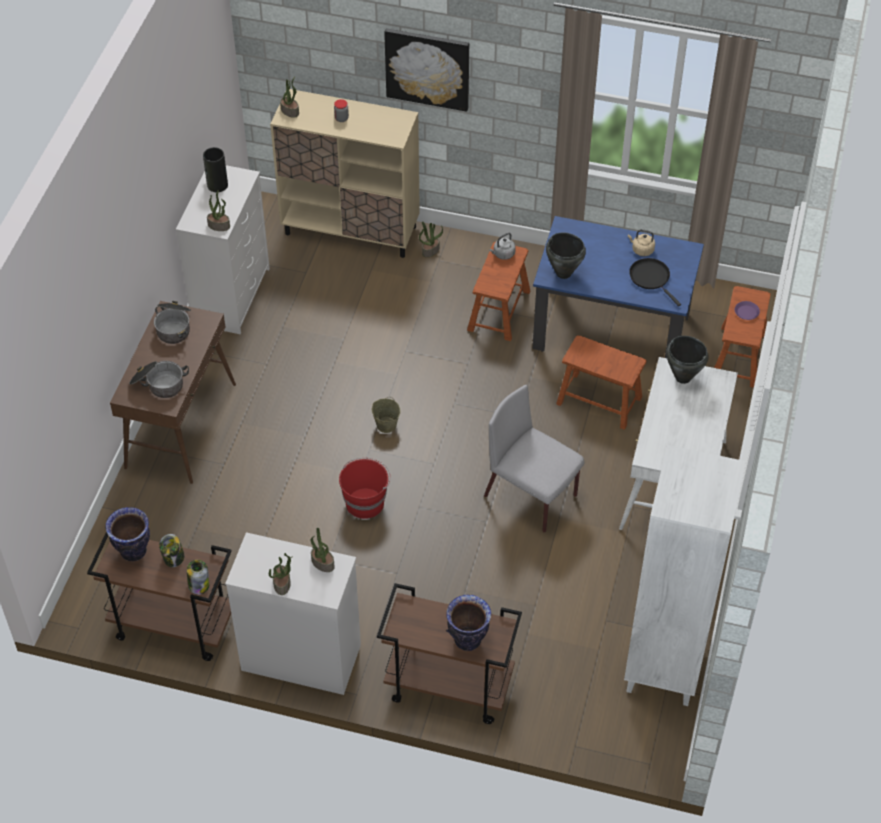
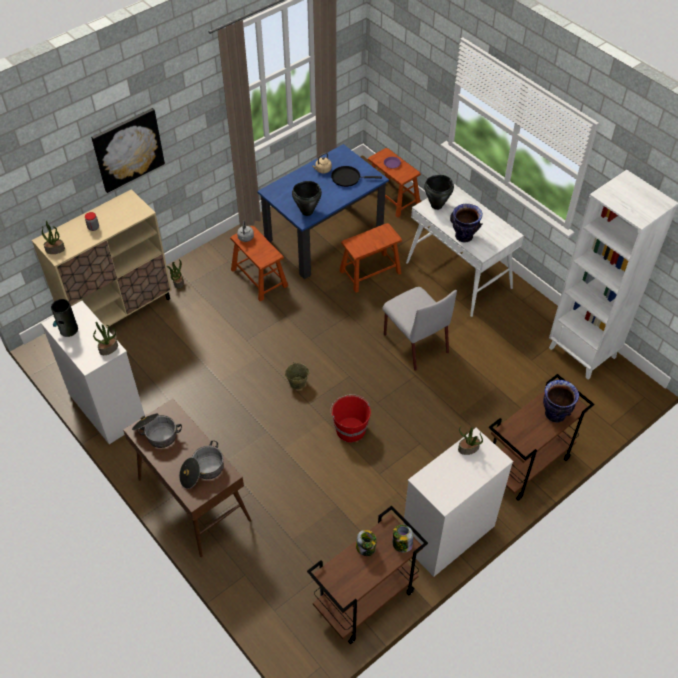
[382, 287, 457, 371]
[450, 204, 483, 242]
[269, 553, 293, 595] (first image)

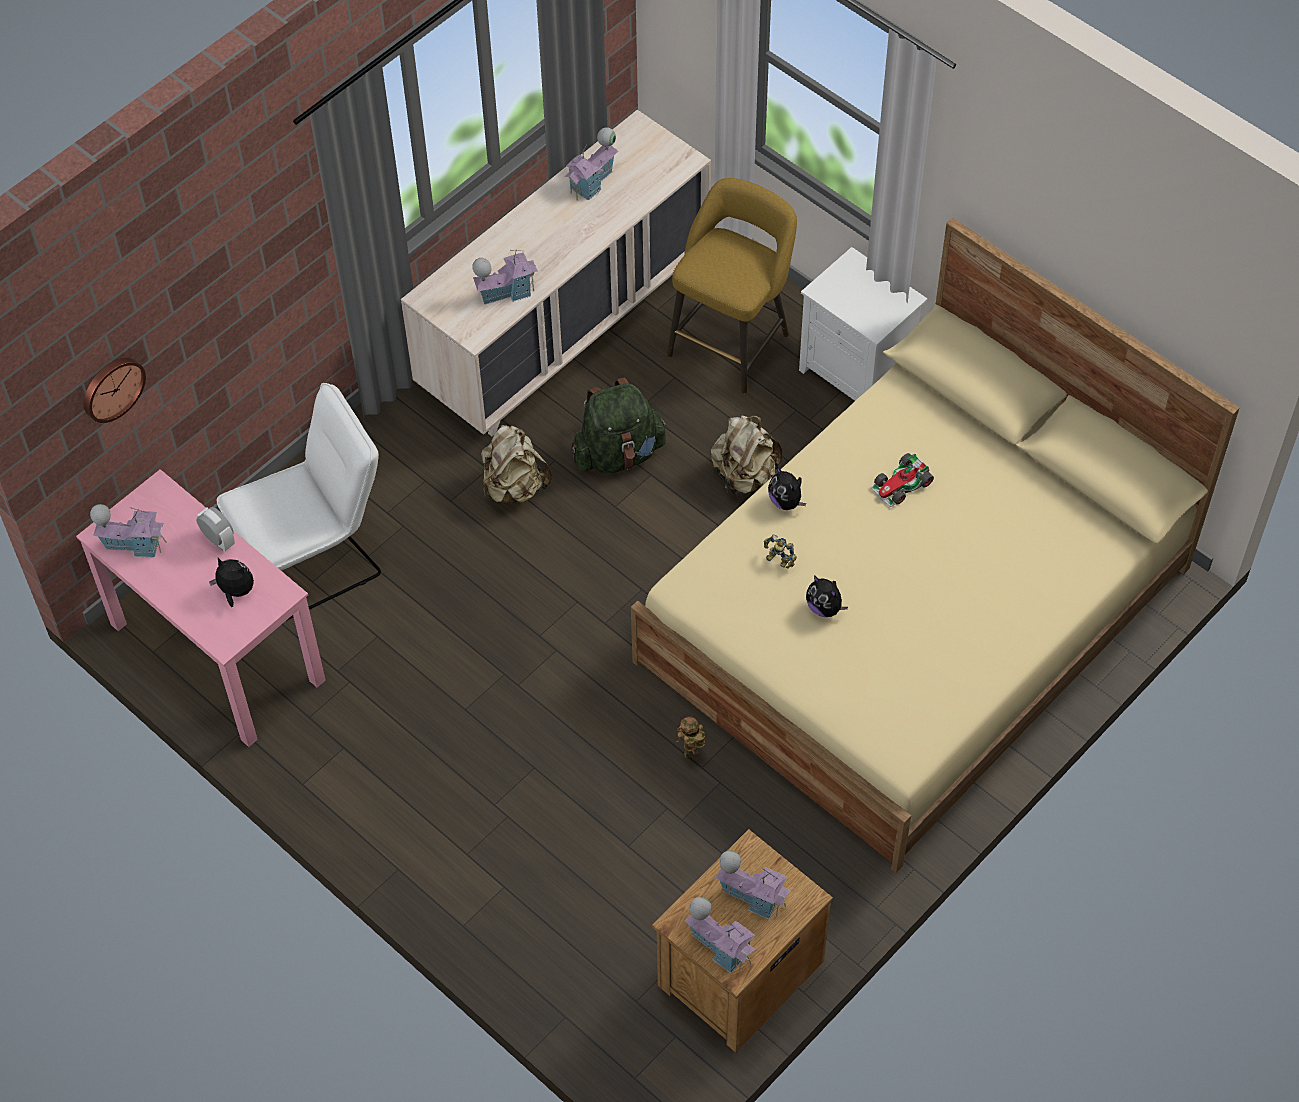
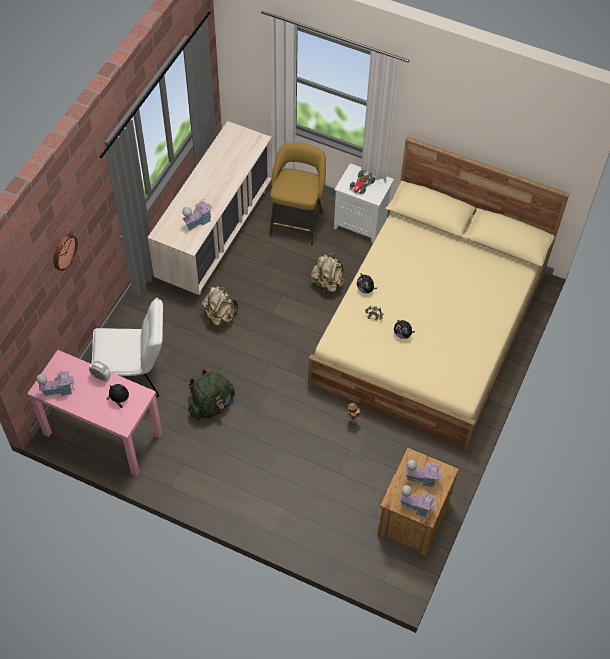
[565, 127, 618, 201] (first image)
[53, 234, 78, 271]
[188, 367, 235, 420]
[91, 297, 163, 397]
[349, 170, 375, 196]

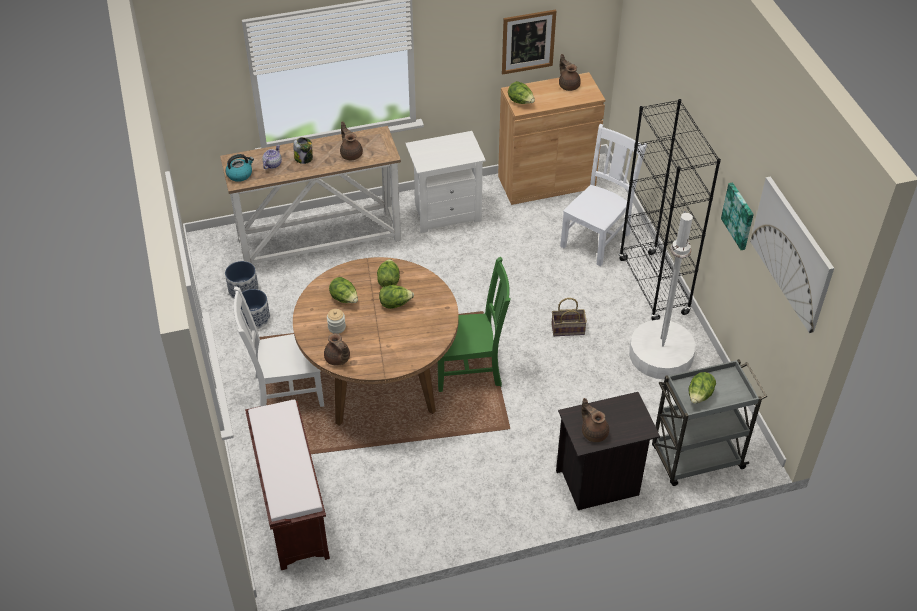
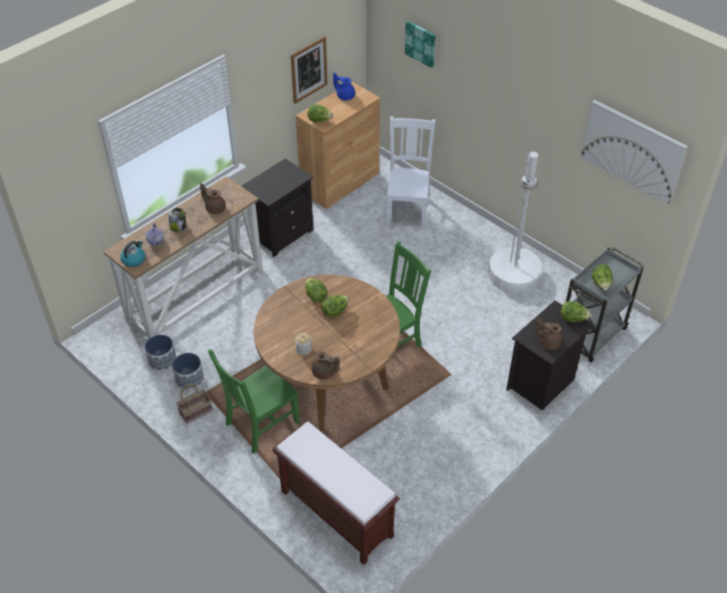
[333, 72, 355, 100]
[619, 99, 721, 320] (first image)
[241, 158, 314, 257]
[405, 21, 436, 68]
[561, 301, 592, 322]
[208, 349, 300, 454]
[176, 384, 212, 424]

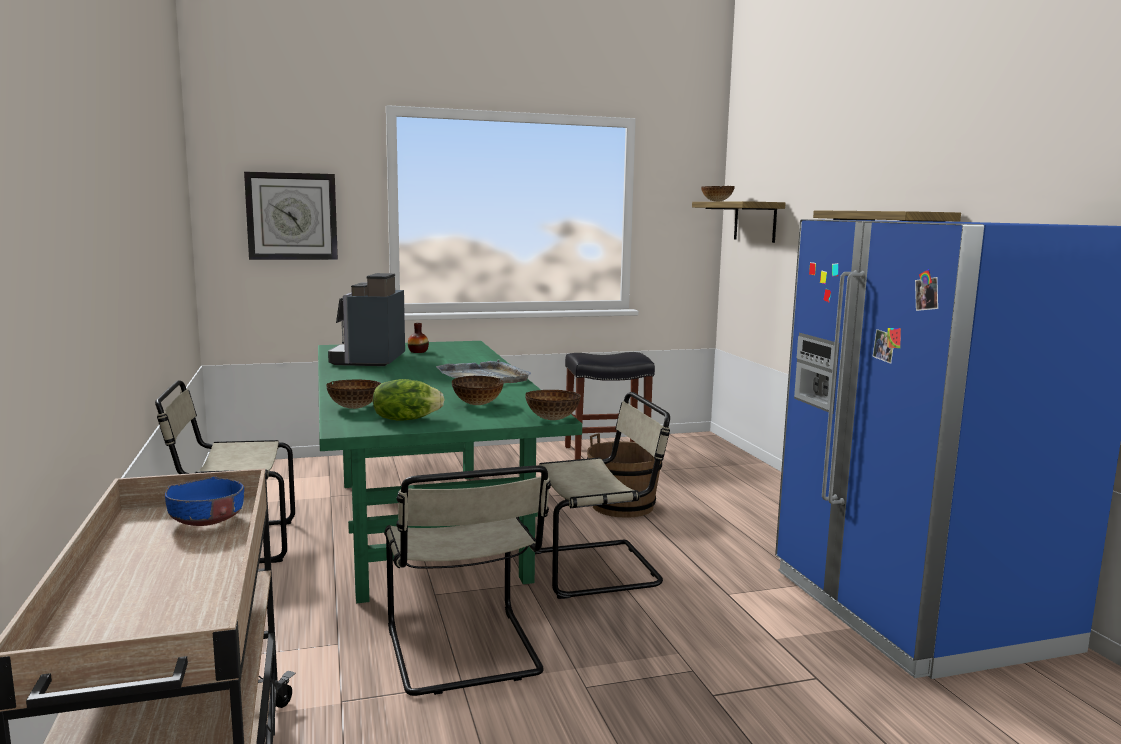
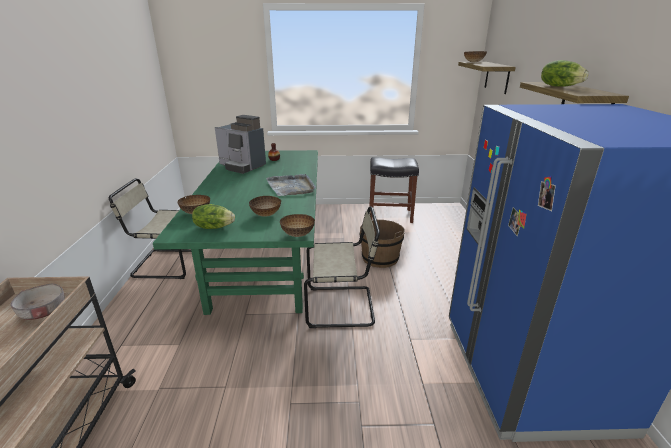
[244, 171, 338, 260] (first image)
[215, 115, 266, 174]
[384, 465, 551, 696] (first image)
[10, 283, 65, 320]
[541, 60, 589, 87]

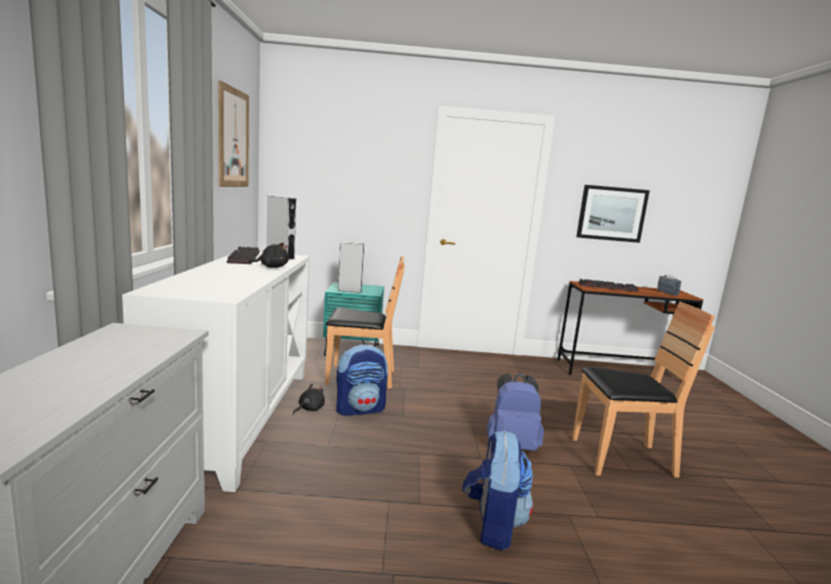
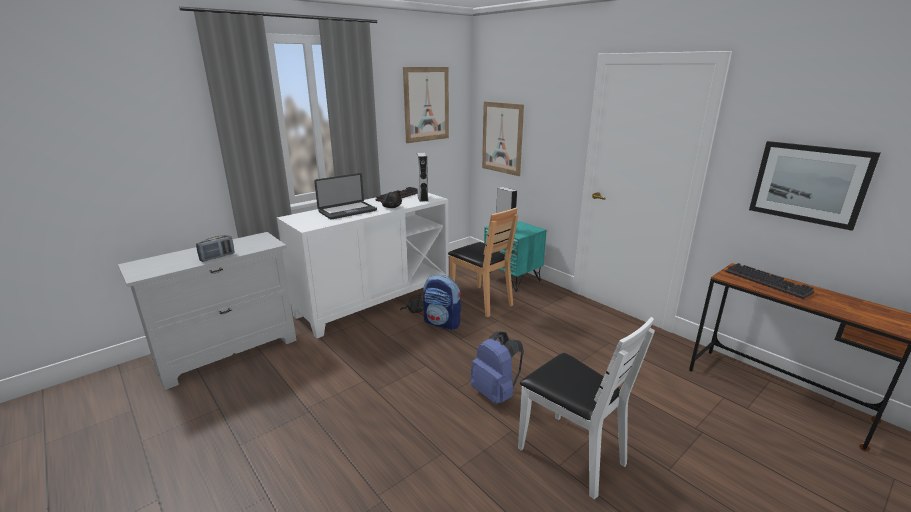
[196, 235, 235, 262]
[518, 317, 655, 499]
[462, 430, 533, 551] (first image)
[482, 102, 524, 176]
[314, 173, 377, 220]

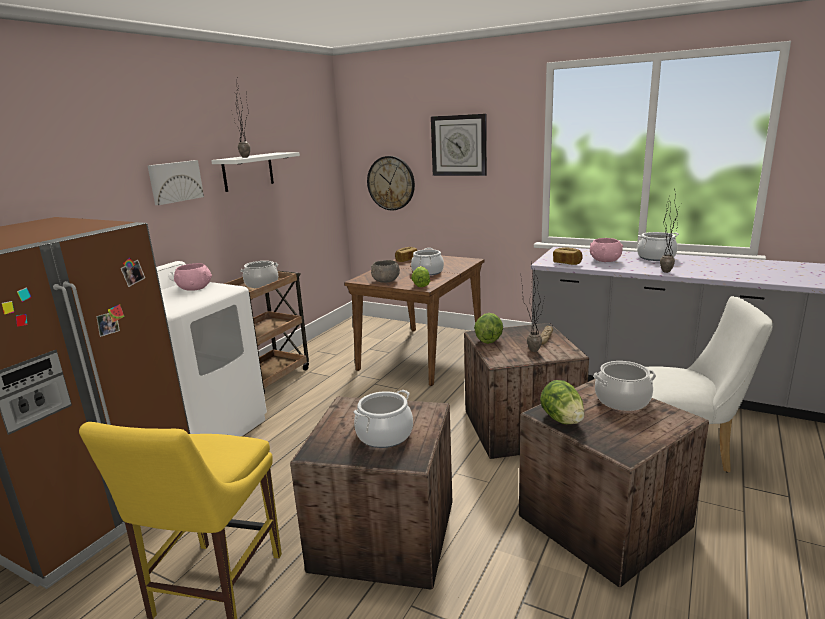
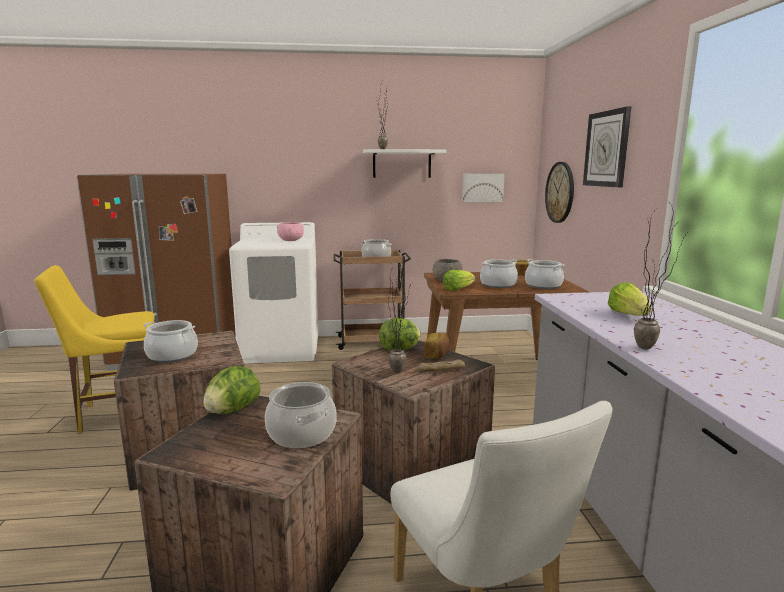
[462, 174, 505, 202]
[525, 259, 565, 289]
[608, 282, 651, 316]
[424, 332, 449, 359]

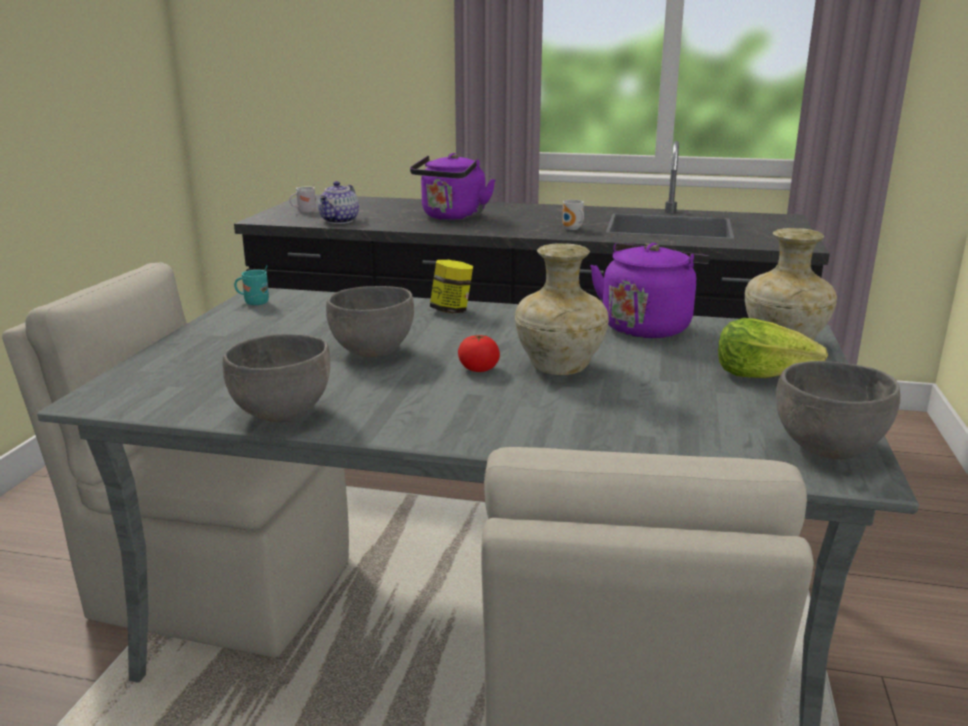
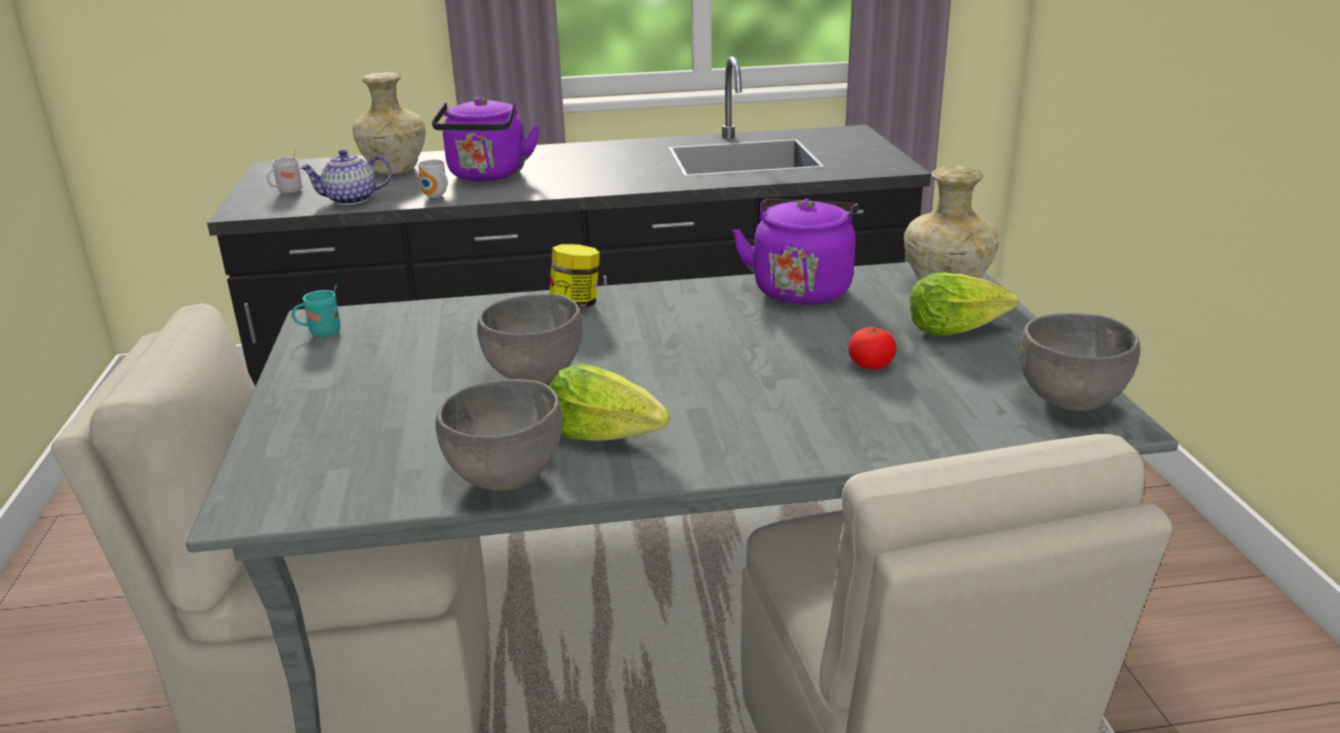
[300, 149, 392, 205]
[418, 160, 448, 198]
[352, 72, 425, 174]
[848, 326, 897, 370]
[549, 363, 670, 441]

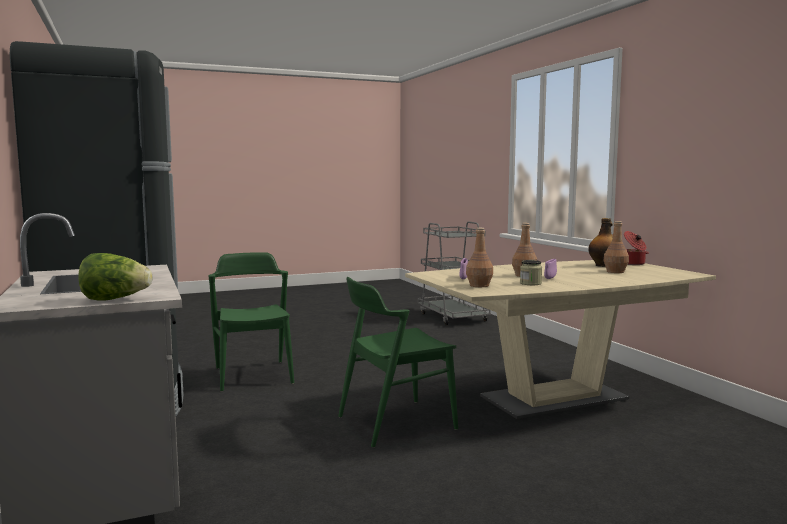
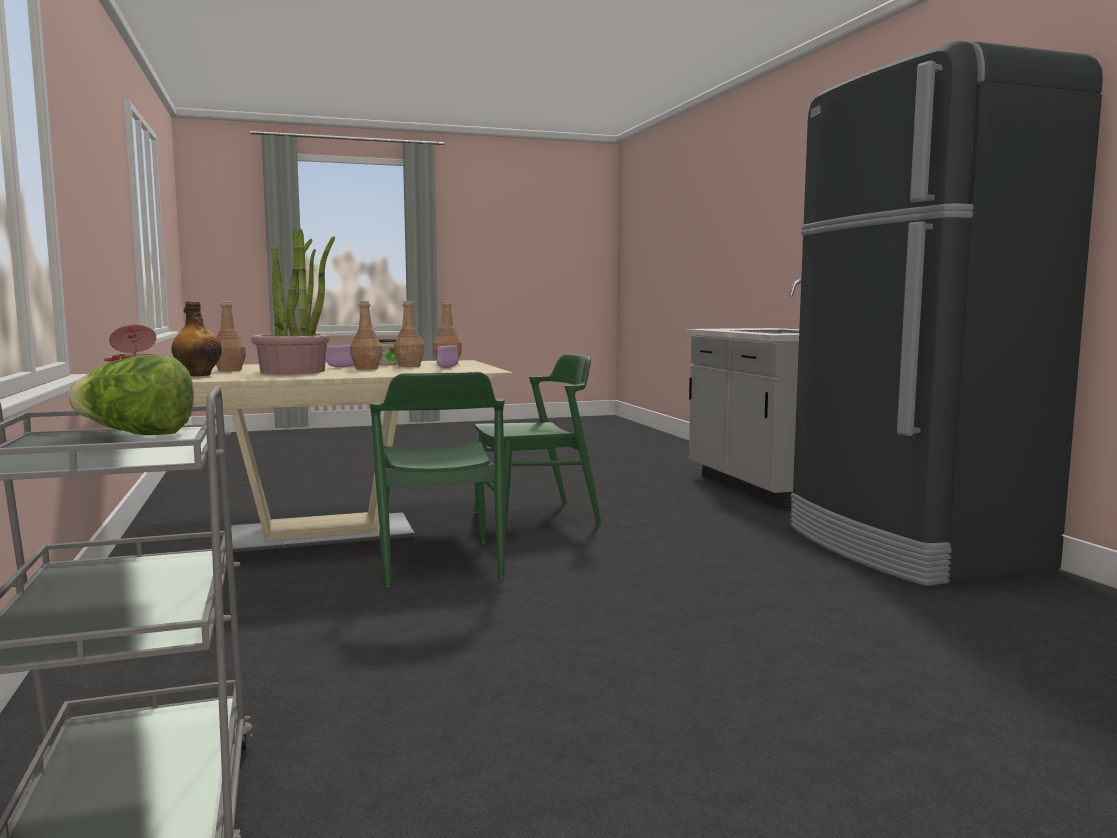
[370, 372, 505, 587]
[68, 355, 194, 435]
[251, 228, 335, 374]
[394, 301, 425, 367]

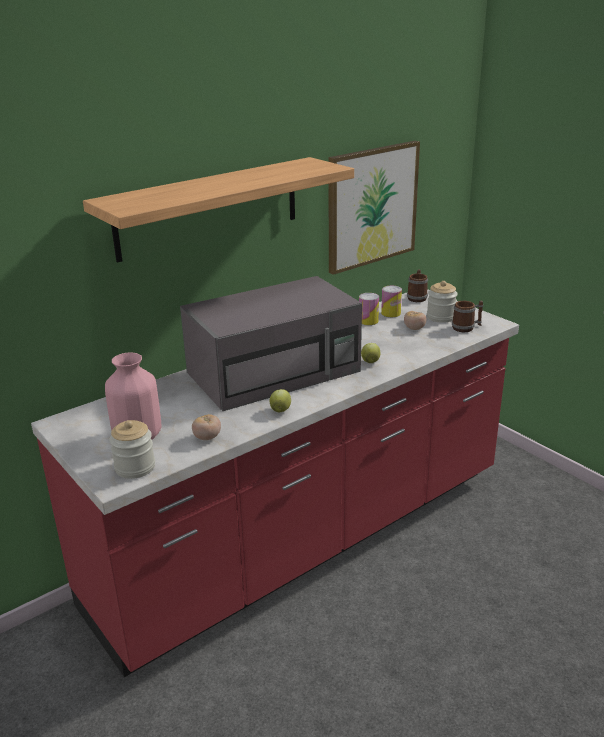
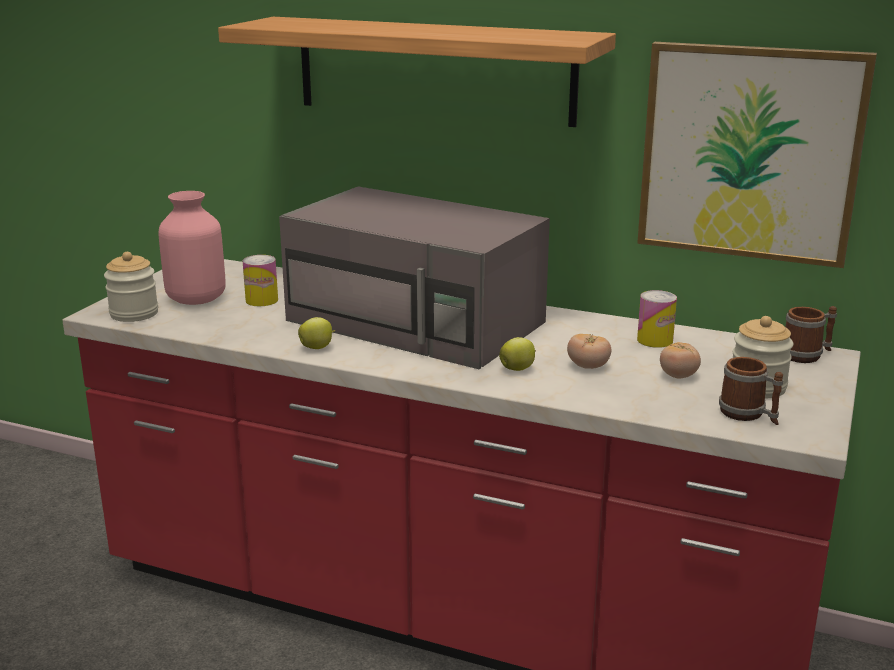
[243, 255, 278, 306]
[567, 334, 611, 369]

